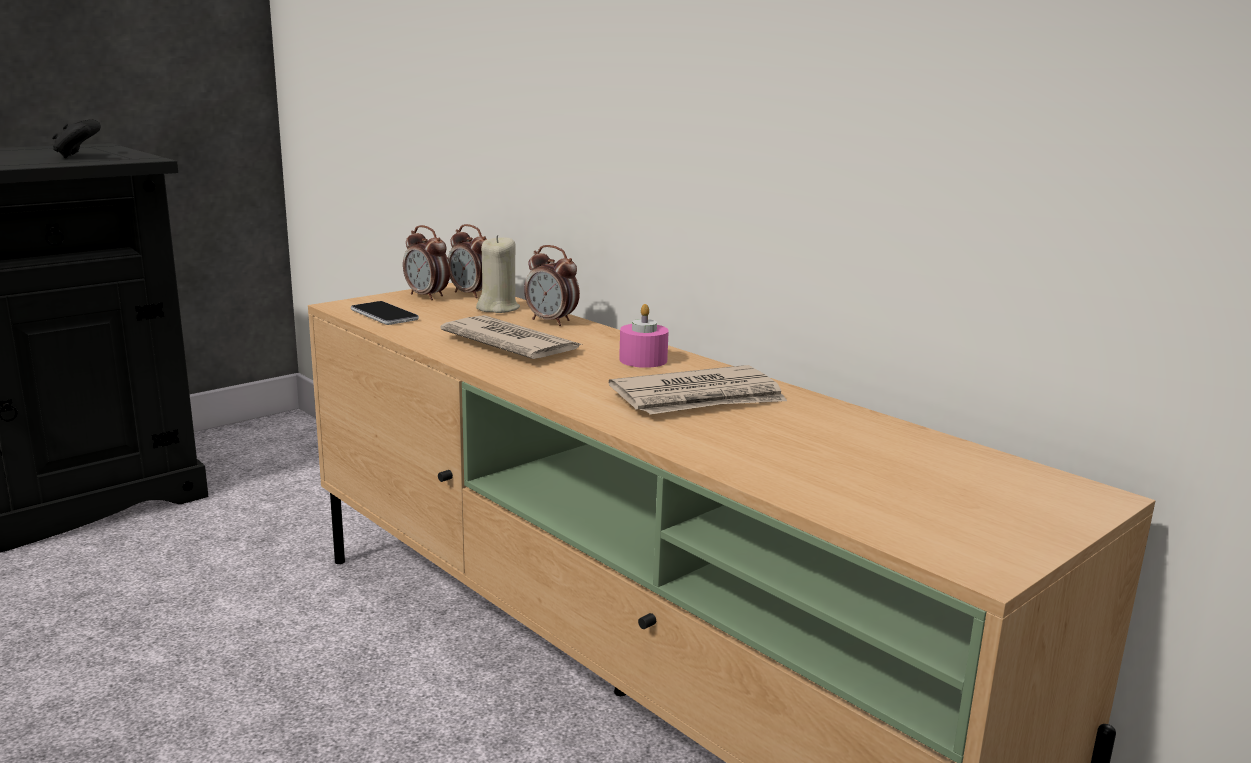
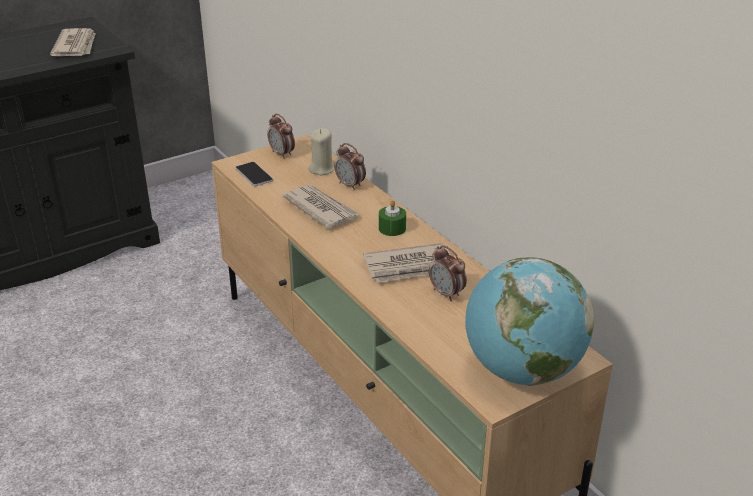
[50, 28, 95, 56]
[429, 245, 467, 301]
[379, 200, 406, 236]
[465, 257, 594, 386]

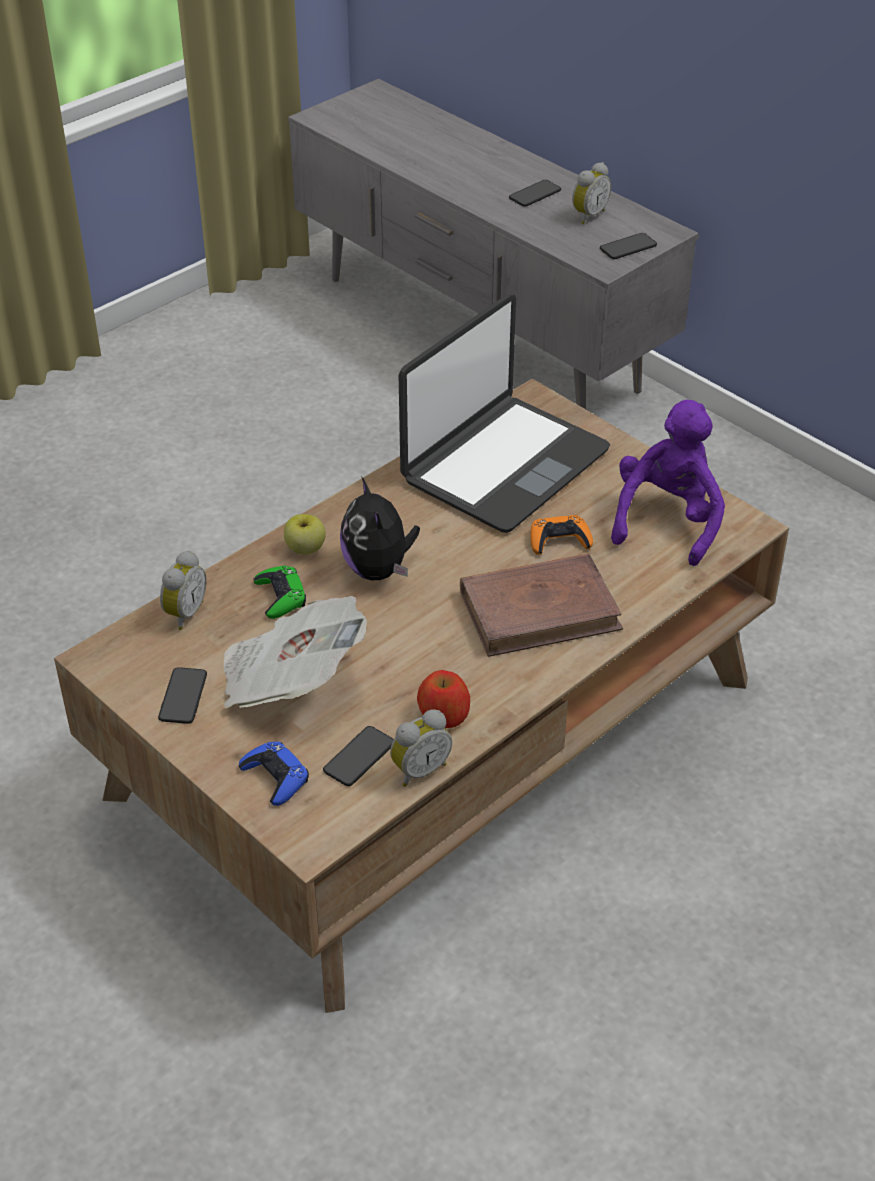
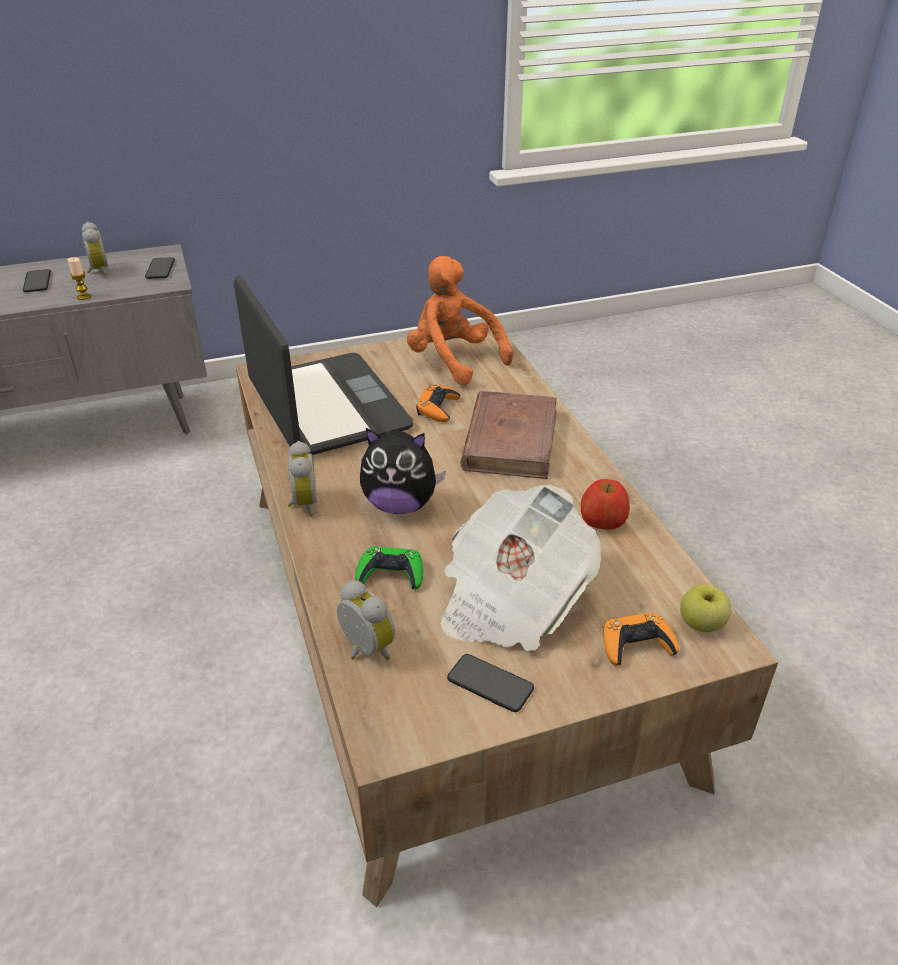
[407, 256, 513, 385]
[680, 585, 731, 633]
[288, 441, 317, 517]
[323, 726, 394, 786] (first image)
[603, 613, 679, 666]
[68, 257, 91, 300]

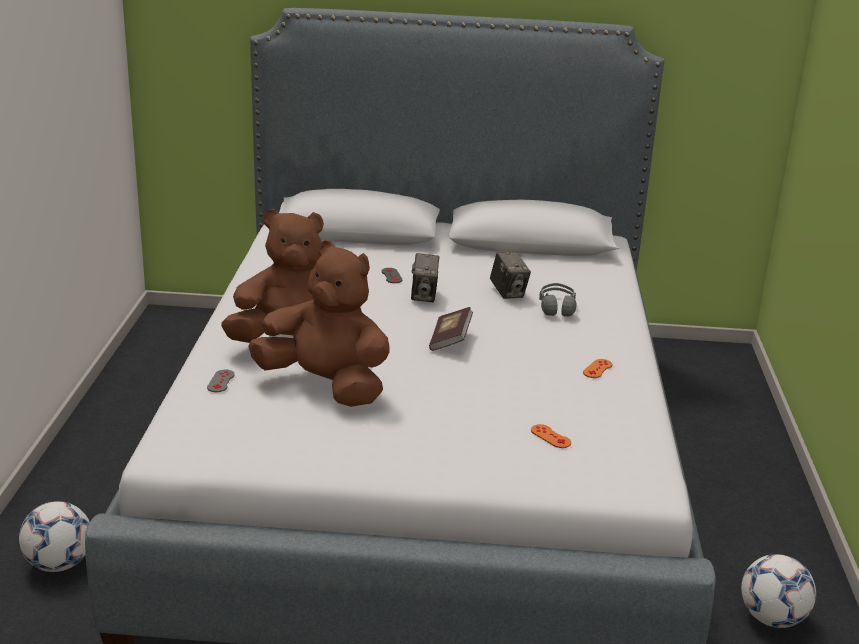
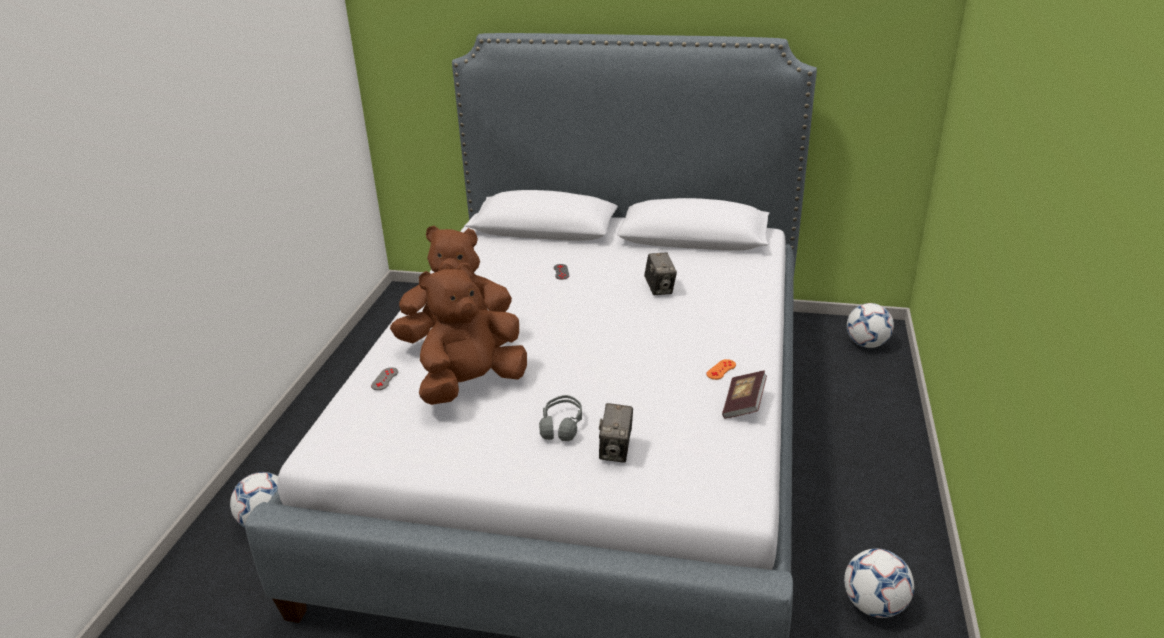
[419, 263, 527, 405]
[599, 403, 633, 463]
[539, 395, 582, 441]
[722, 370, 767, 419]
[531, 424, 571, 448] (first image)
[847, 303, 894, 348]

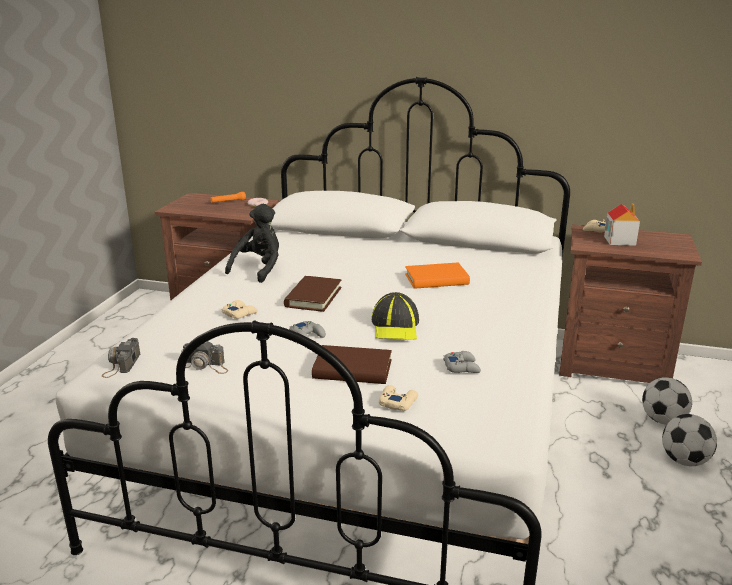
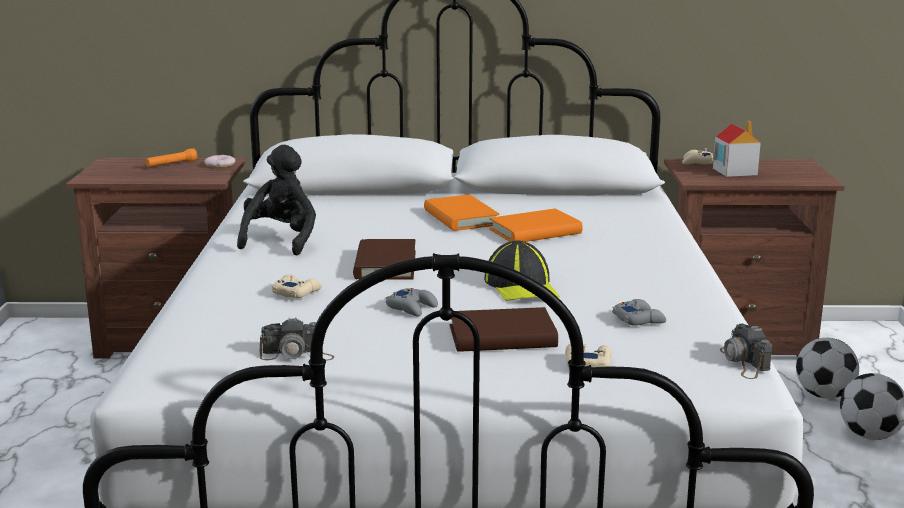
[720, 323, 772, 379]
[424, 194, 500, 231]

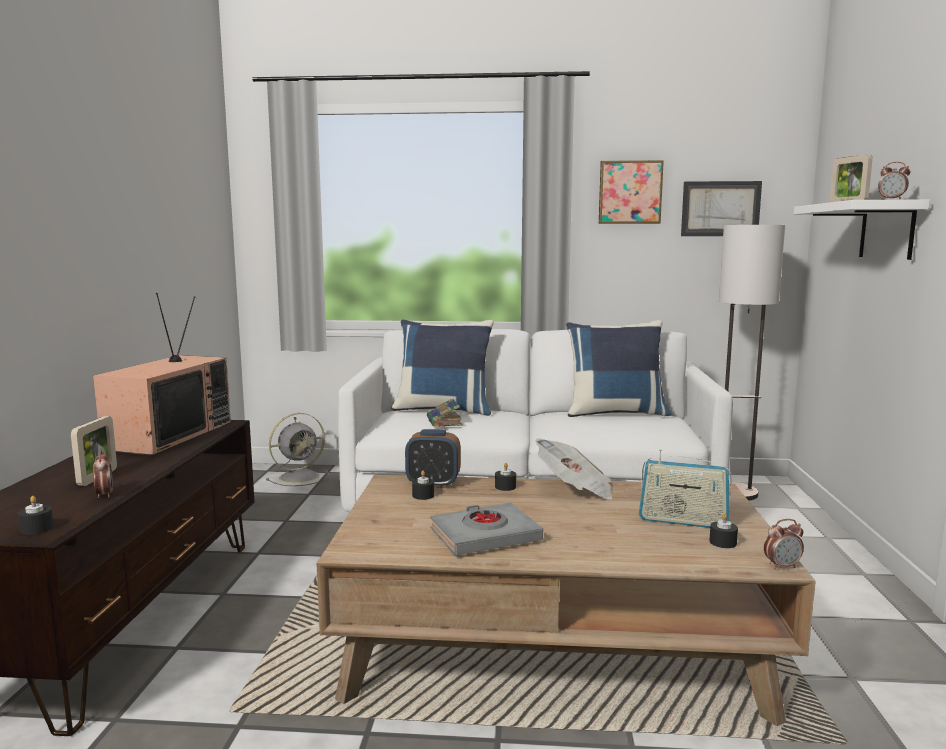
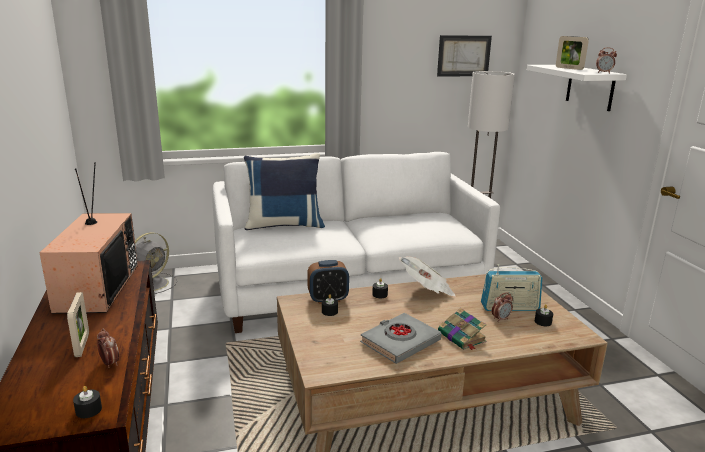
[599, 160, 664, 224] (first image)
[566, 320, 671, 417] (first image)
[438, 308, 486, 351]
[492, 292, 513, 322]

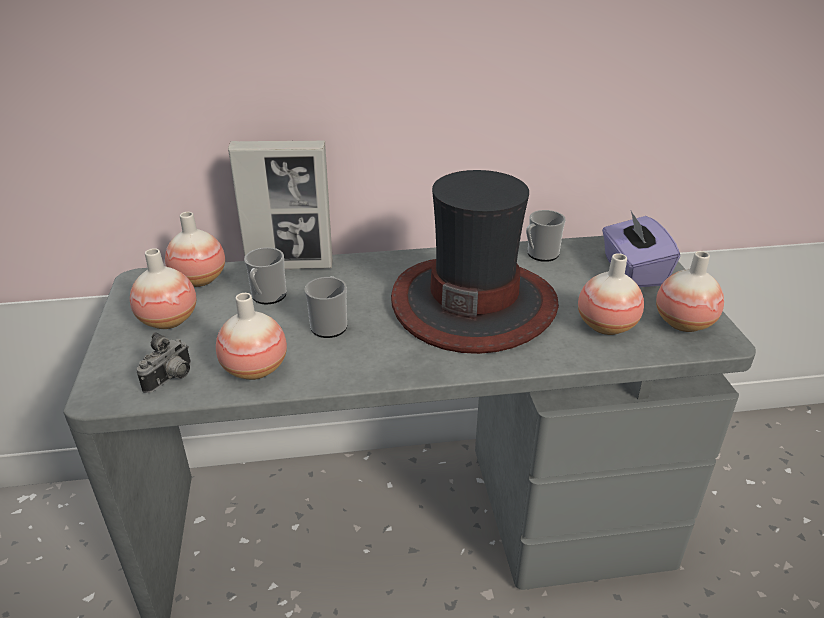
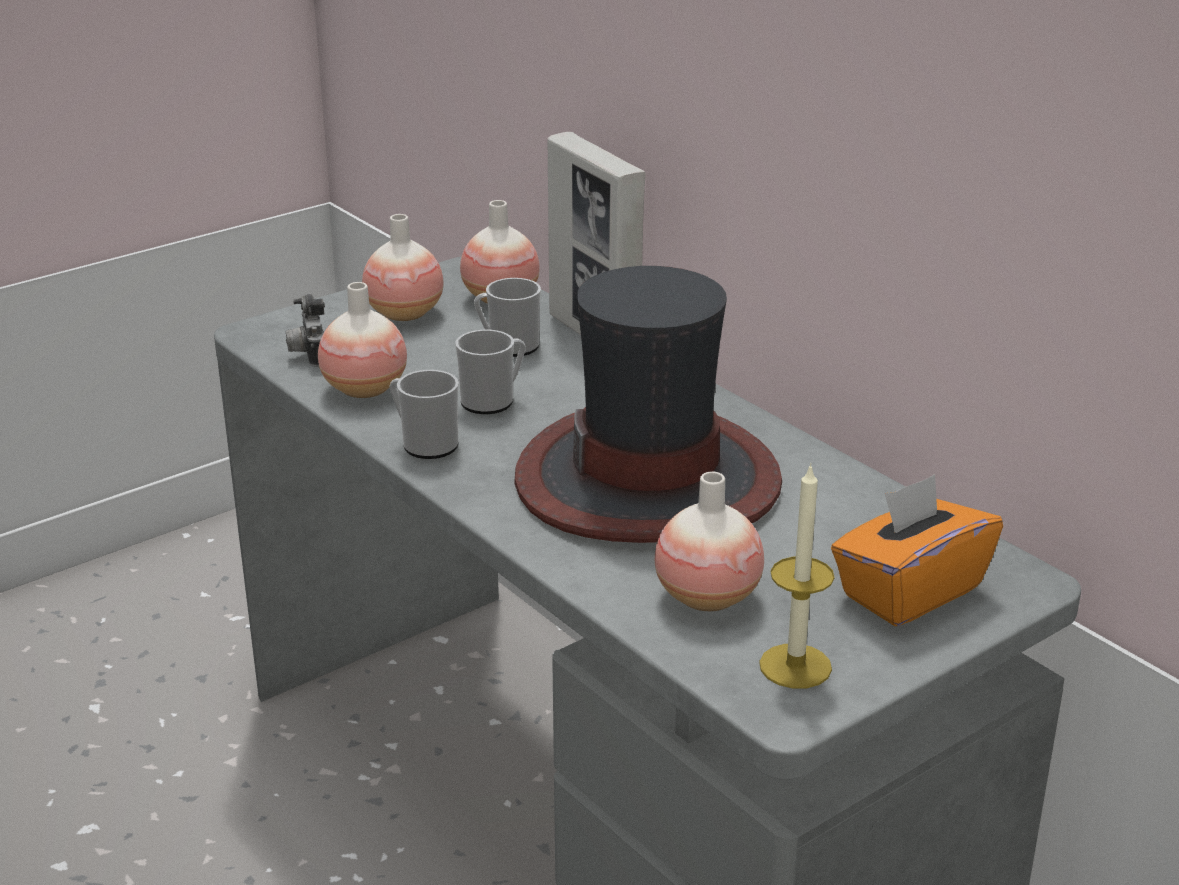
[389, 370, 459, 459]
[831, 474, 1003, 626]
[759, 463, 834, 688]
[286, 294, 325, 367]

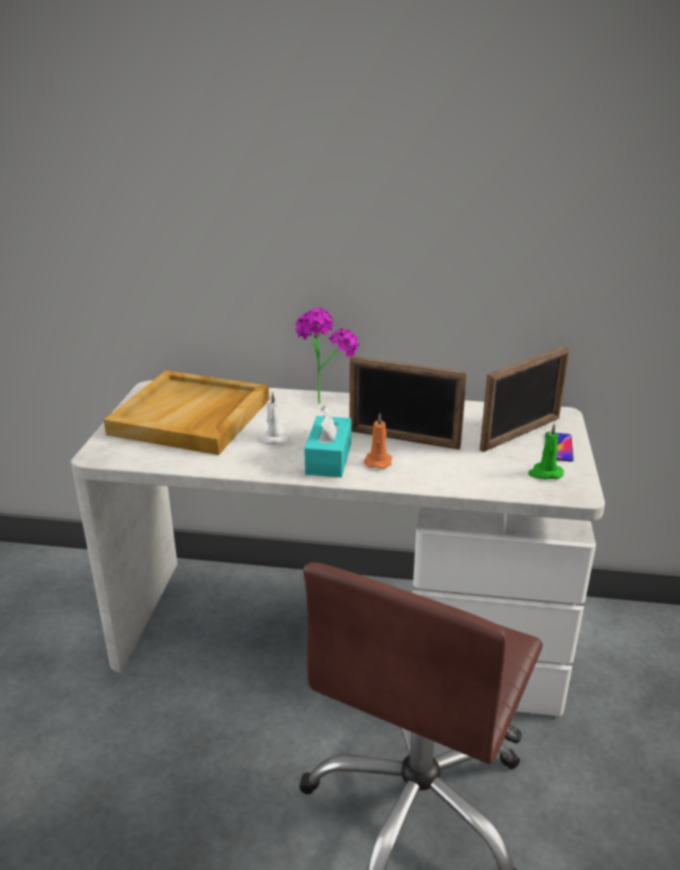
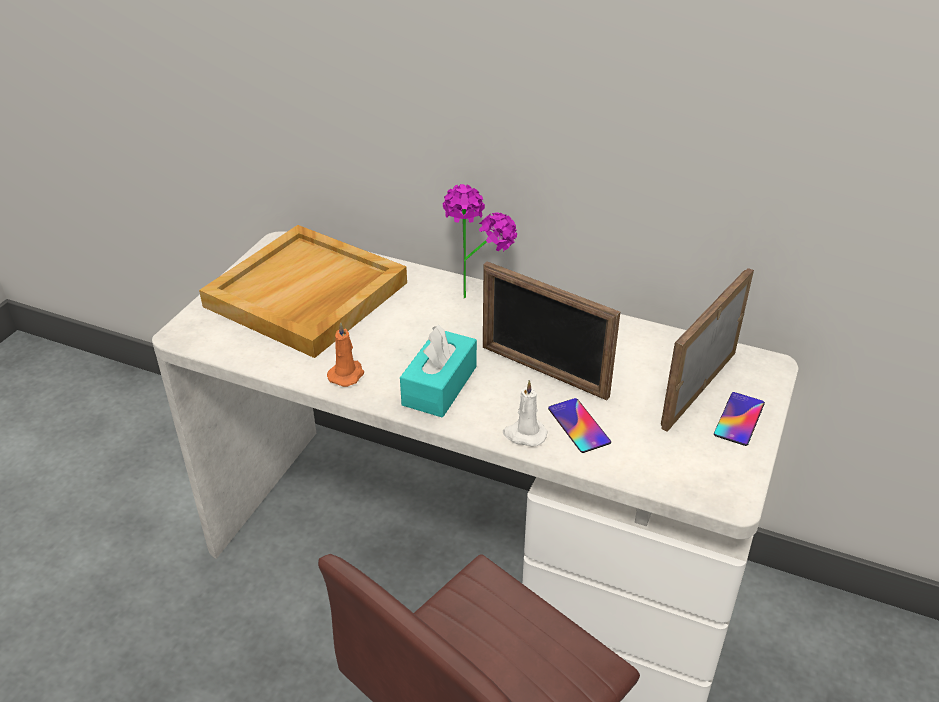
[661, 268, 754, 432]
[503, 380, 547, 447]
[327, 322, 365, 387]
[528, 424, 564, 480] (first image)
[548, 398, 611, 453]

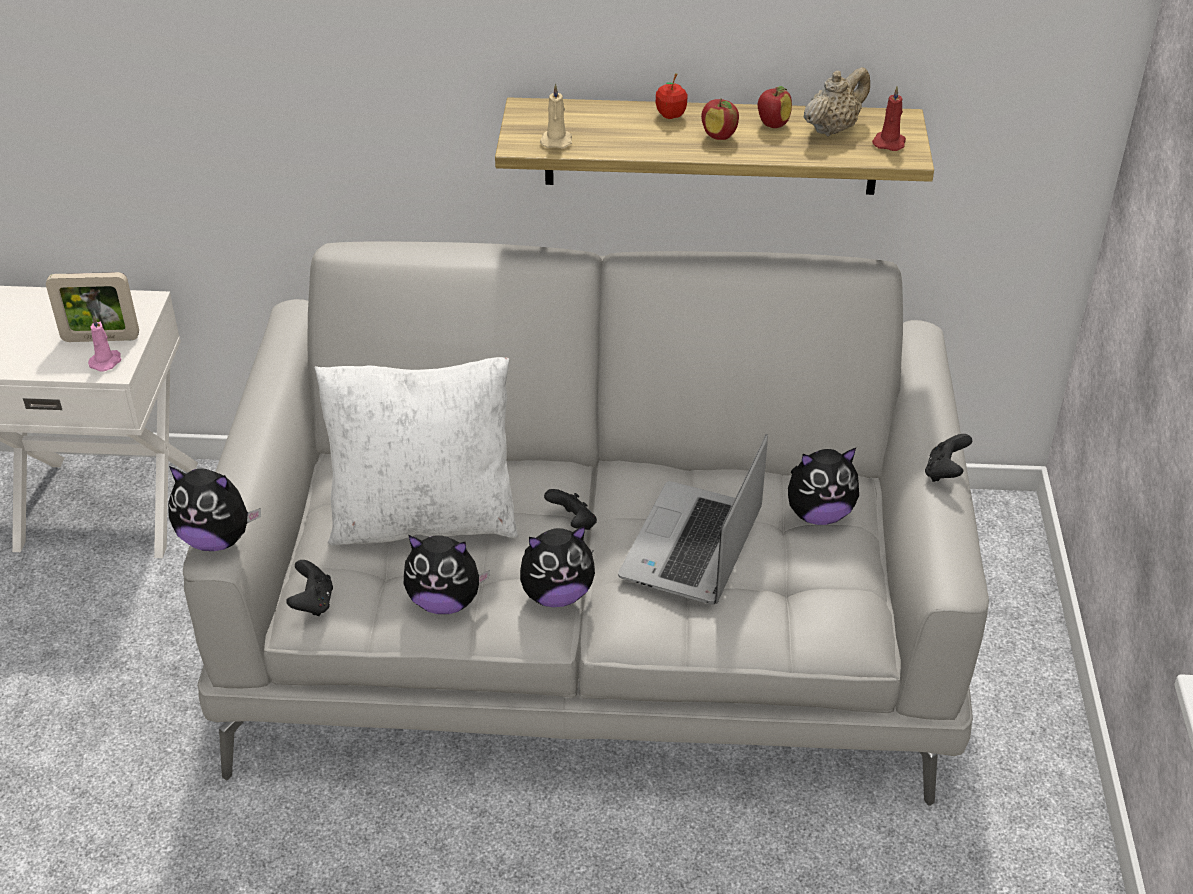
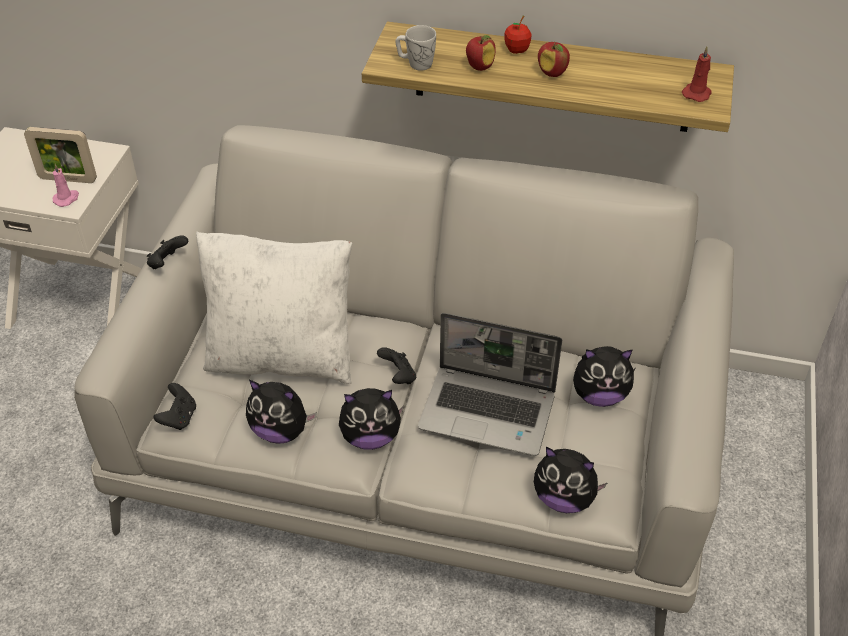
[803, 67, 870, 137] (first image)
[396, 25, 436, 71]
[466, 35, 496, 71]
[418, 313, 562, 456]
[147, 235, 188, 269]
[534, 447, 607, 513]

